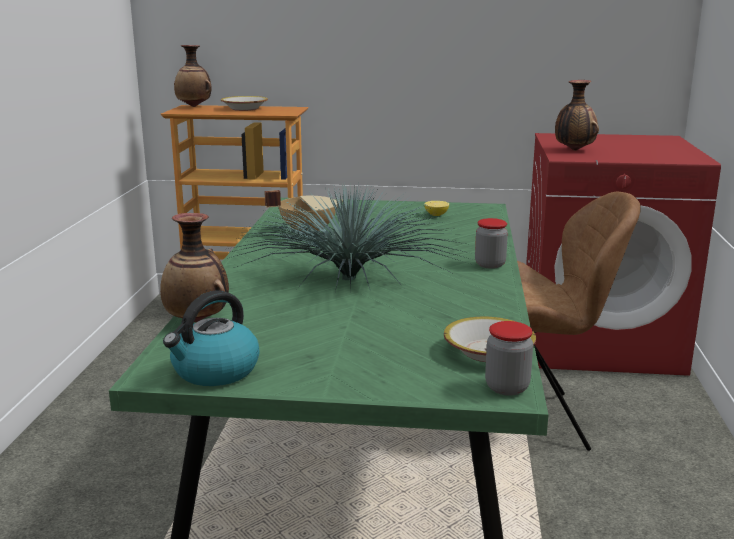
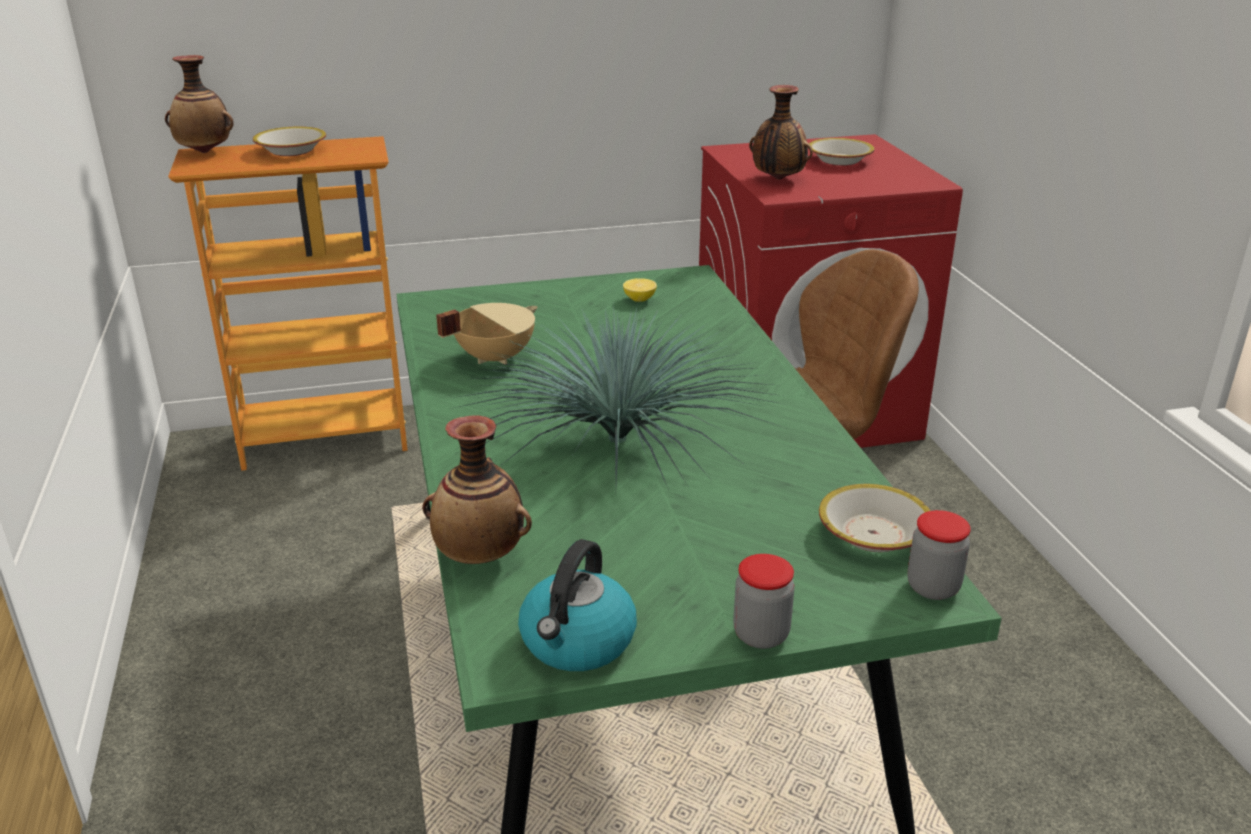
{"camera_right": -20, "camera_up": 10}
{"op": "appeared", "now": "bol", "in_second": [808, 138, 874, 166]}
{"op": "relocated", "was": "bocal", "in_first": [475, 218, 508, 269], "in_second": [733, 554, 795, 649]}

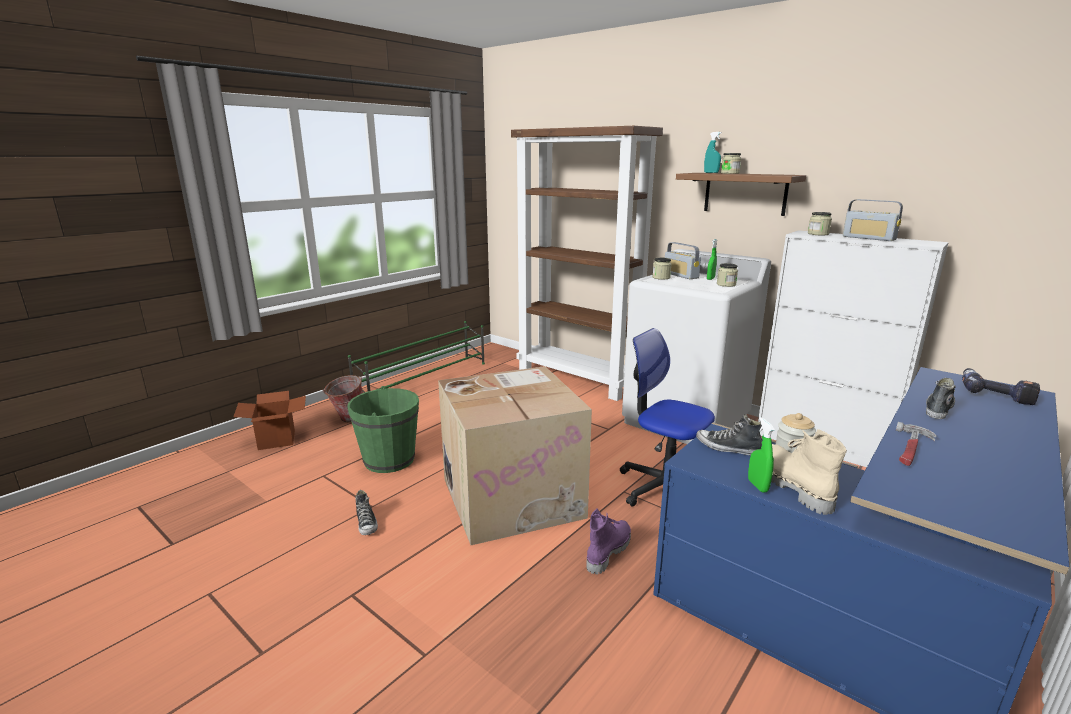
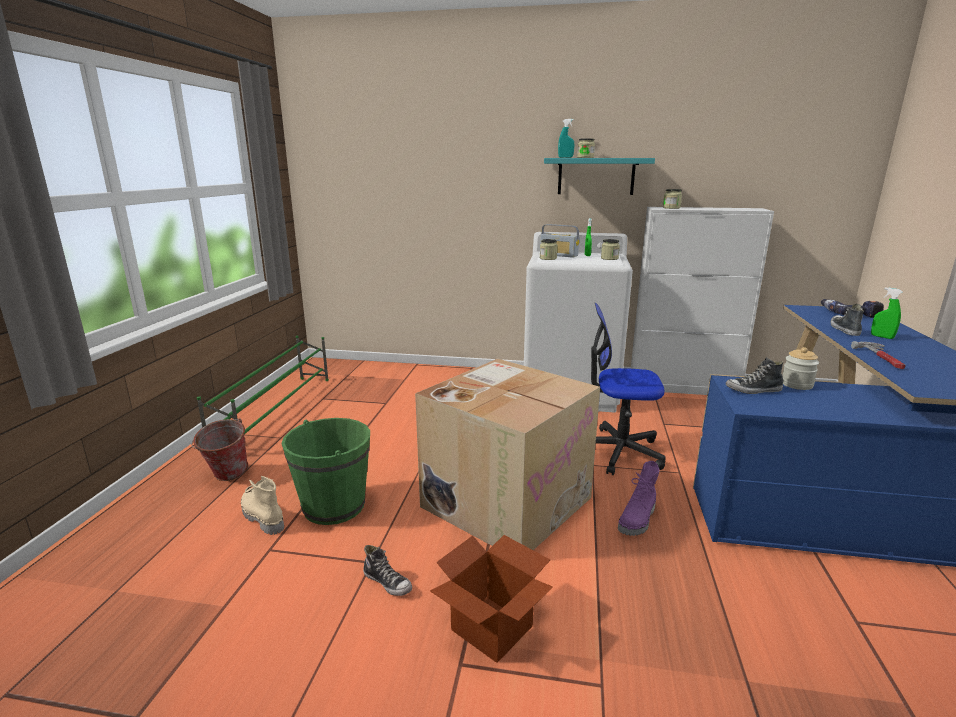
{"camera_right": -30, "camera_up": 0}
{"op": "missing", "was": "bibliothèque [marron]", "in_first": [511, 126, 663, 401]}
{"op": "missing", "was": "radio", "in_first": [843, 199, 903, 241]}
{"op": "relocated", "was": "carton", "in_first": [233, 391, 306, 450], "in_second": [430, 535, 553, 663]}
{"op": "relocated", "was": "vaporisateur [vert]", "in_first": [748, 417, 775, 493], "in_second": [871, 287, 903, 339]}
{"op": "relocated", "was": "botte [beige]", "in_first": [771, 429, 847, 515], "in_second": [241, 476, 284, 535]}
{"op": "colour", "was": "étagère [marron]", "now": "étagère [turquoise]", "in_first": [676, 173, 806, 216], "in_second": [544, 158, 655, 195]}
{"op": "spun", "was": "botte [violet]", "in_first": [586, 508, 631, 574], "in_second": [618, 461, 660, 536], "clockwise": -150}

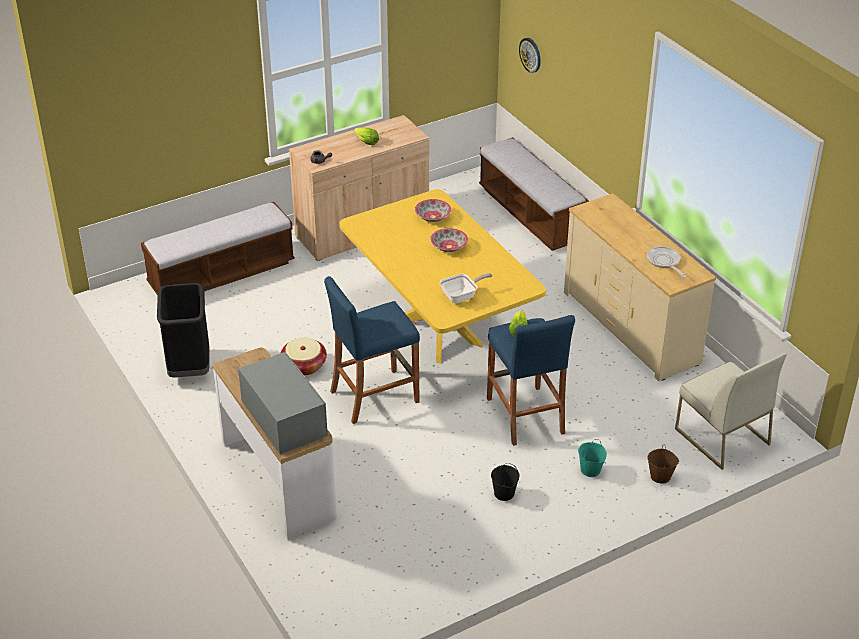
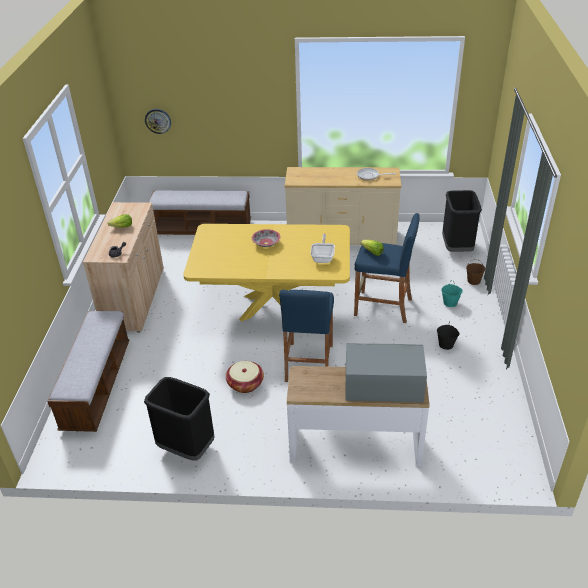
{"camera_right": -55, "camera_up": 0}
{"op": "missing", "was": "bol", "in_first": [415, 199, 451, 222]}
{"op": "exchanged", "was": "chaise [blanc]", "now": "poubelle [noir]", "in_first": [675, 353, 787, 470], "in_second": [442, 190, 482, 252]}

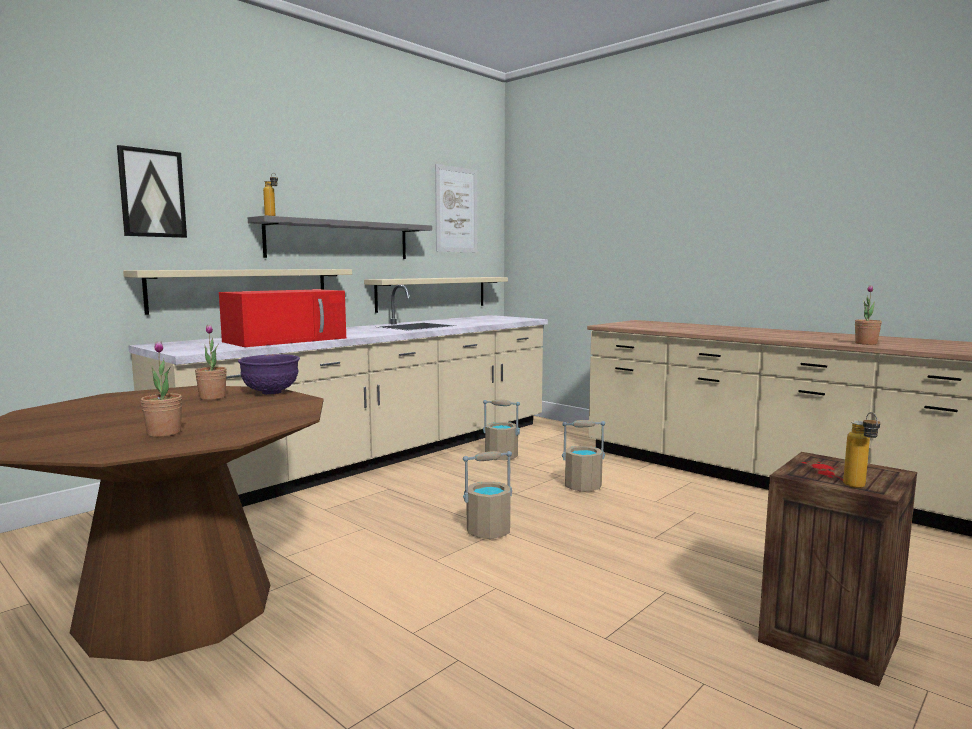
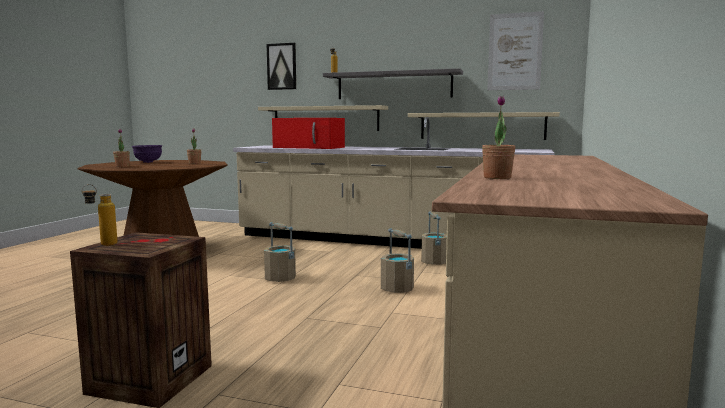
{"camera_right": 65, "camera_up": 0}
{"op": "relocated", "was": "bol [violet]", "in_first": [238, 354, 300, 395], "in_second": [132, 145, 162, 163]}

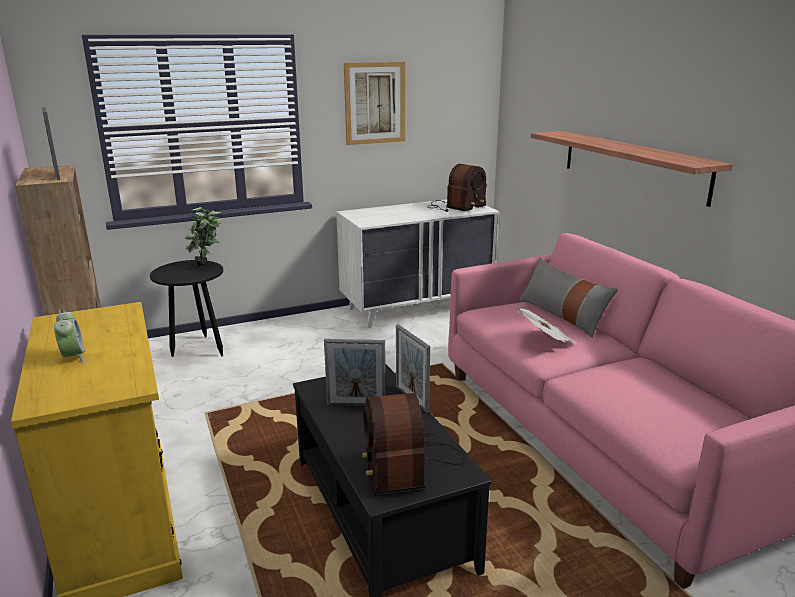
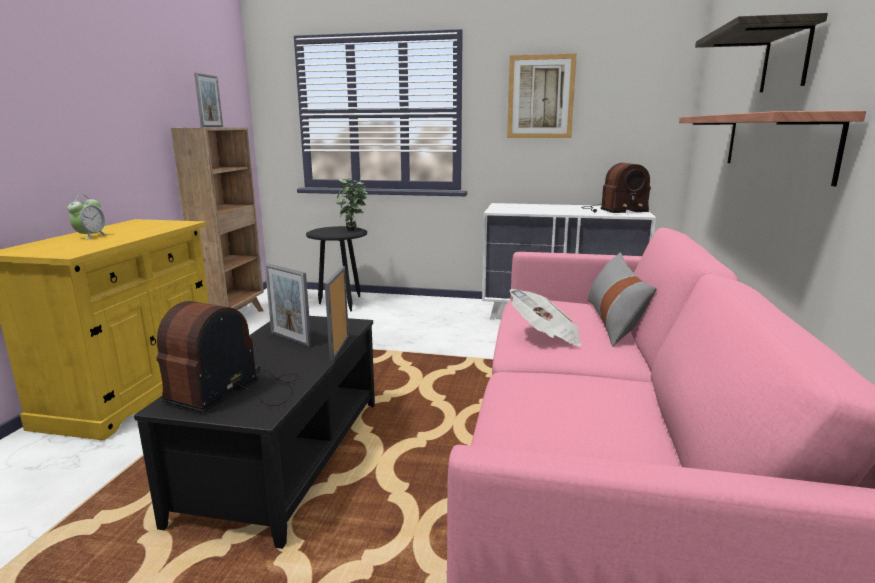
{"camera_right": 35, "camera_up": -5}
{"op": "appeared", "now": "étagère", "in_second": [695, 13, 828, 92]}

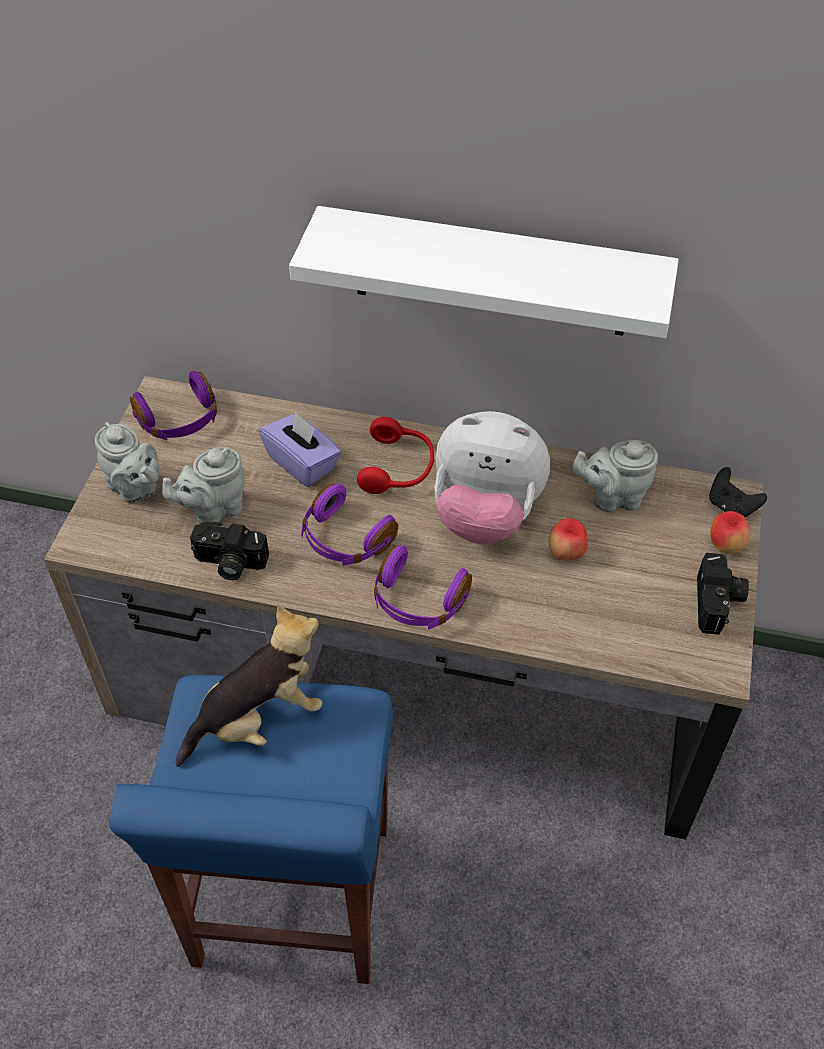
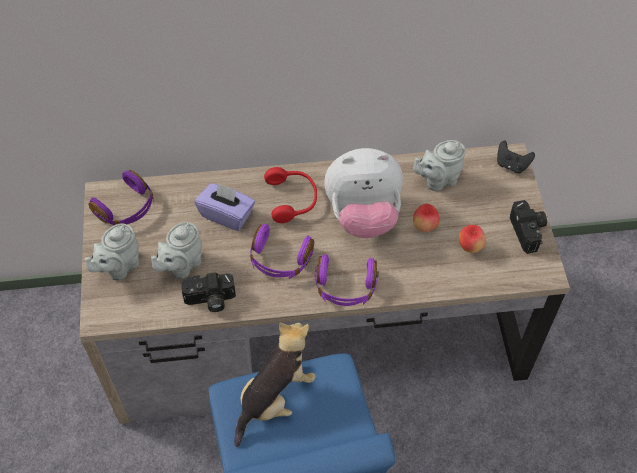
{"camera_right": -20, "camera_up": 5}
{"op": "missing", "was": "étagère [blanc]", "in_first": [289, 206, 679, 338]}
{"op": "relocated", "was": "pomme", "in_first": [710, 511, 750, 554], "in_second": [459, 225, 486, 253]}
{"op": "spun", "was": "théière [gris]", "in_first": [95, 422, 159, 503], "in_second": [85, 223, 139, 280], "clockwise": 105}

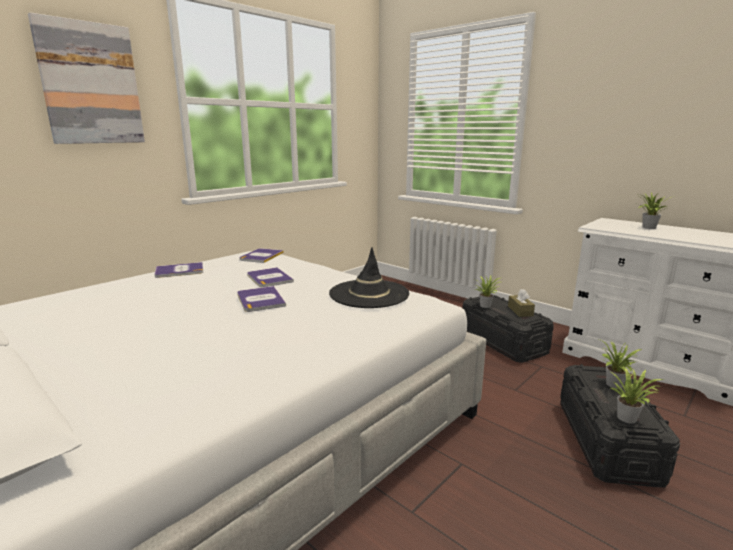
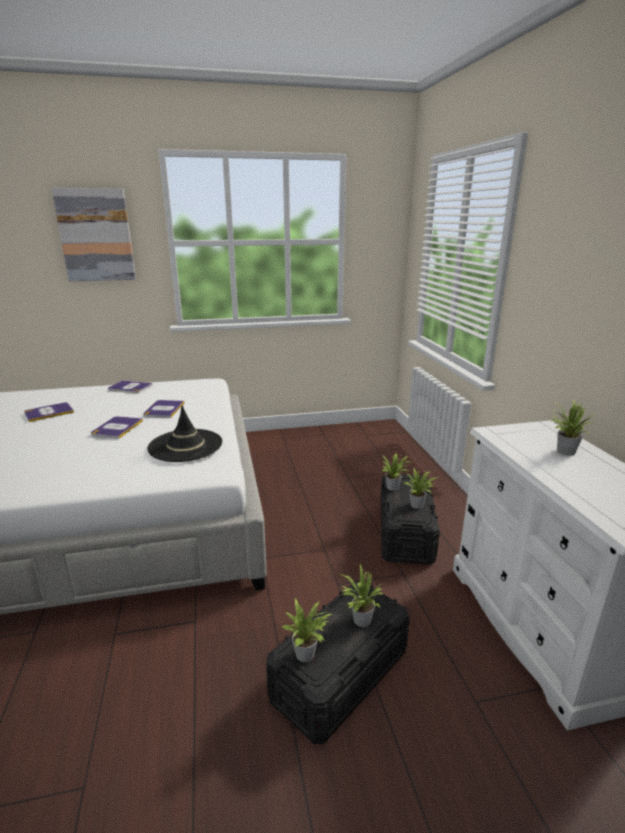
{"camera_right": 35, "camera_up": 5}
{"op": "relocated", "was": "livre", "in_first": [239, 248, 284, 263], "in_second": [24, 402, 74, 422]}
{"op": "exchanged", "was": "boîte à mouchoirs [marron]", "now": "plante en pot", "in_first": [508, 289, 535, 317], "in_second": [404, 468, 435, 509]}

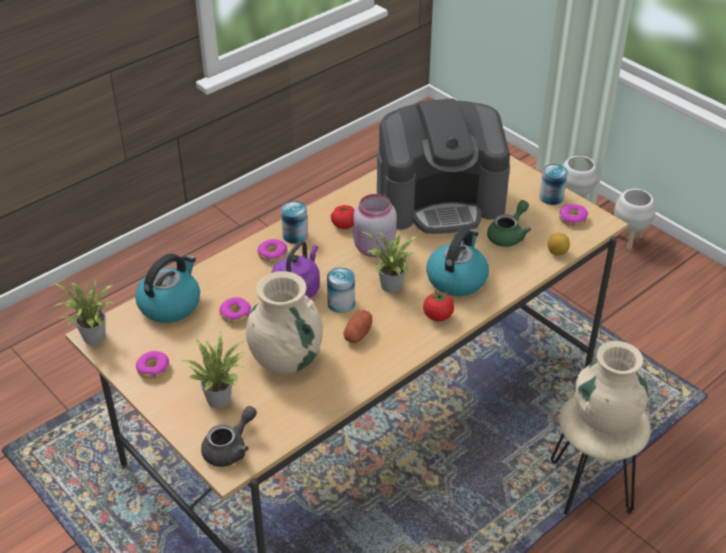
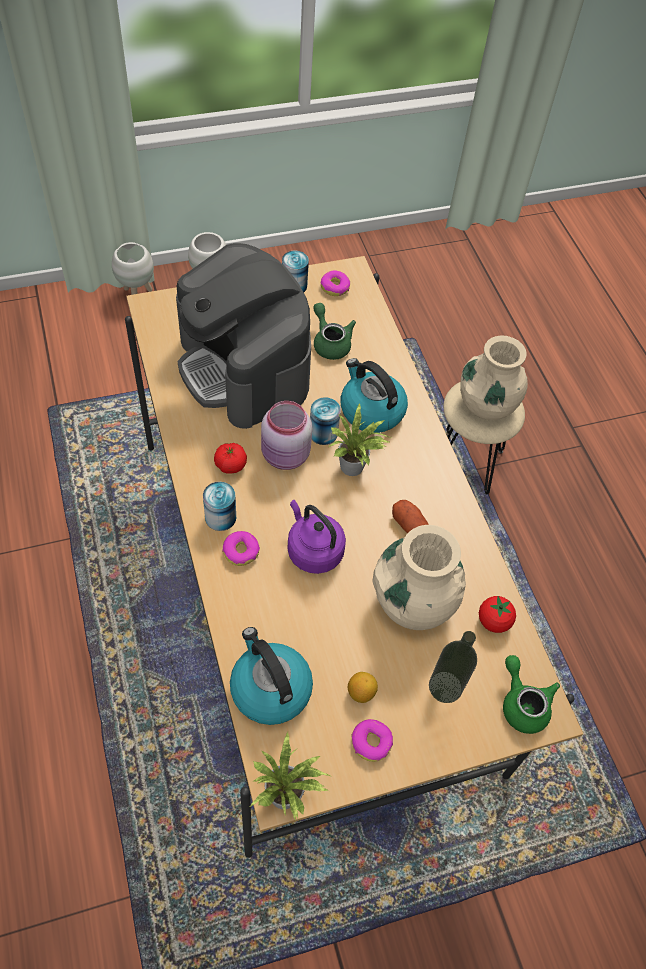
{"camera_right": -70, "camera_up": 15}
{"op": "missing", "was": "beignet", "in_first": [219, 297, 251, 324]}
{"op": "relocated", "was": "boîte métallique", "in_first": [327, 267, 355, 313], "in_second": [310, 397, 341, 445]}
{"op": "relocated", "was": "tomate", "in_first": [423, 290, 454, 321], "in_second": [479, 596, 516, 633]}
{"op": "relocated", "was": "citron", "in_first": [548, 233, 570, 256], "in_second": [348, 672, 378, 703]}
{"op": "exchanged", "was": "plante en pot", "now": "bouteille", "in_first": [181, 330, 244, 408], "in_second": [429, 631, 477, 703]}
{"op": "colour", "was": "théière [gris]", "now": "théière [vert]", "in_first": [201, 406, 257, 467], "in_second": [503, 655, 560, 734]}
{"op": "spun", "was": "machine à café", "in_first": [377, 98, 510, 234], "in_second": [176, 243, 311, 429], "clockwise": 135}

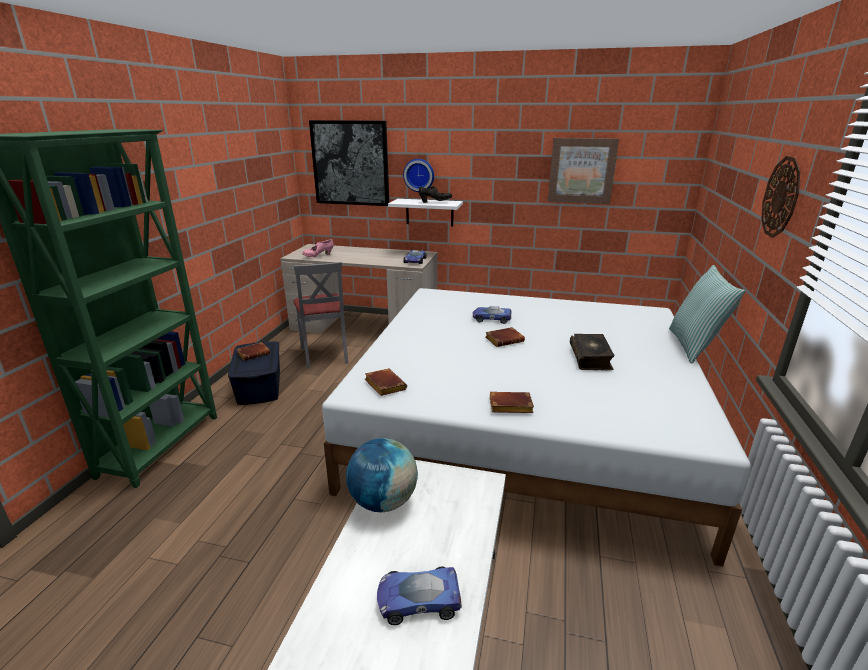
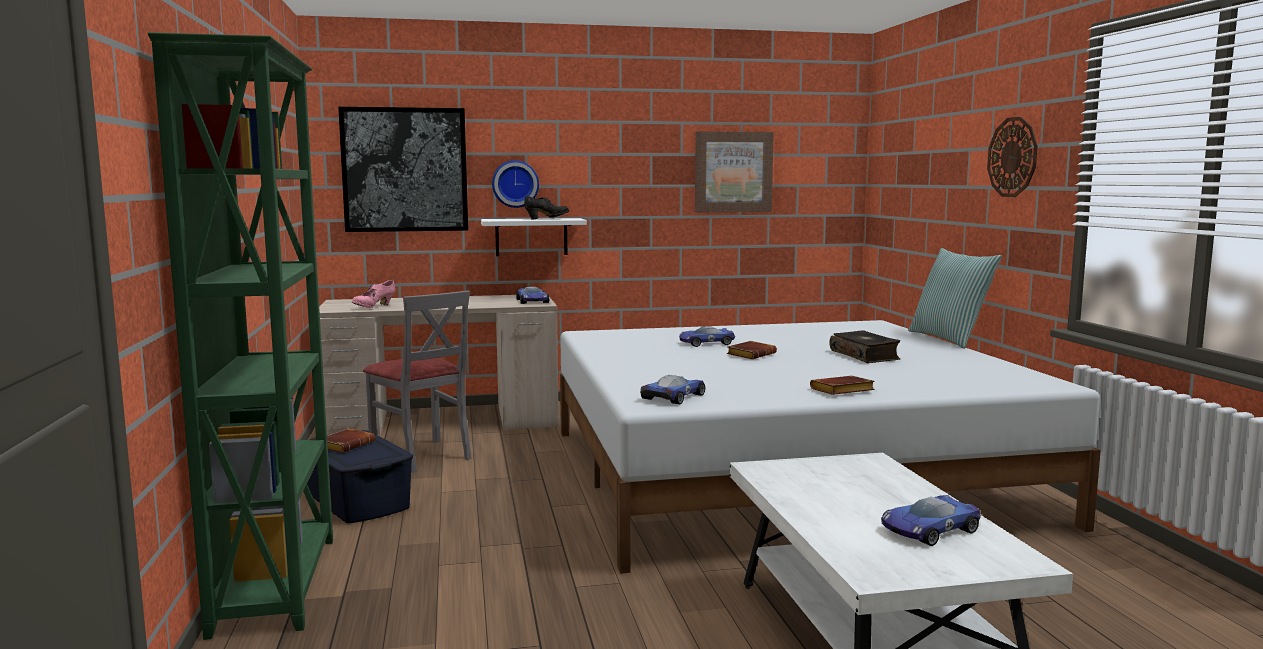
{"camera_right": -25, "camera_up": -15}
{"op": "missing", "was": "globe", "in_first": [346, 438, 418, 512]}
{"op": "exchanged", "was": "livre [marron]", "now": "petite voiture", "in_first": [365, 368, 407, 396], "in_second": [640, 375, 705, 404]}

